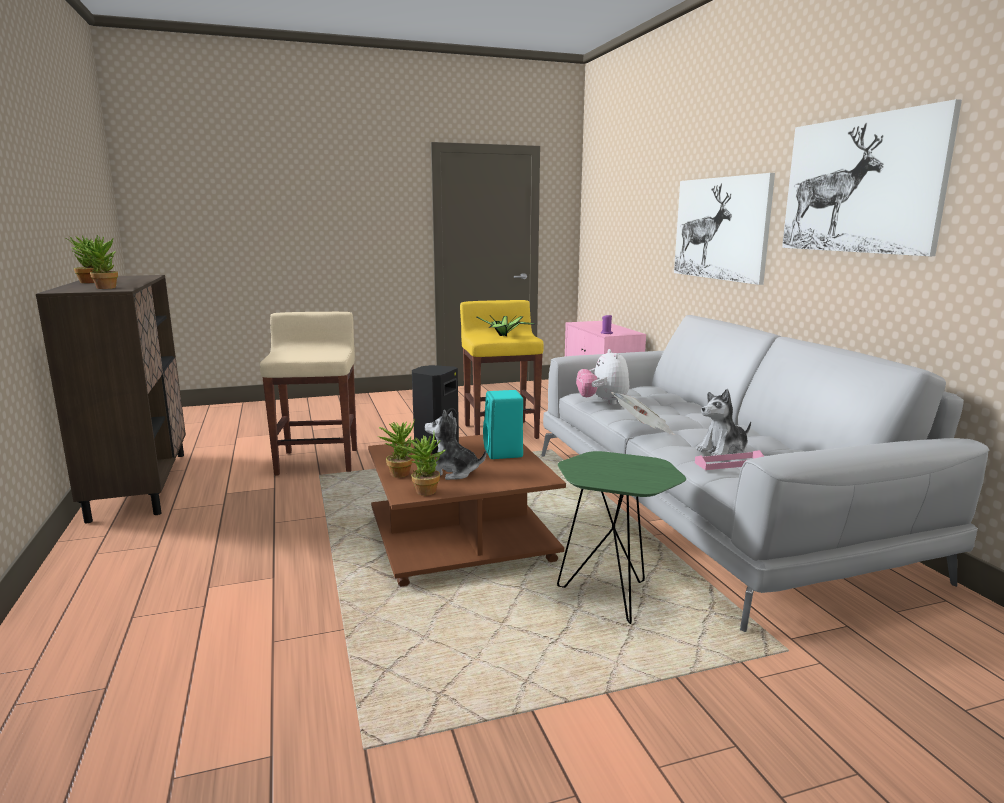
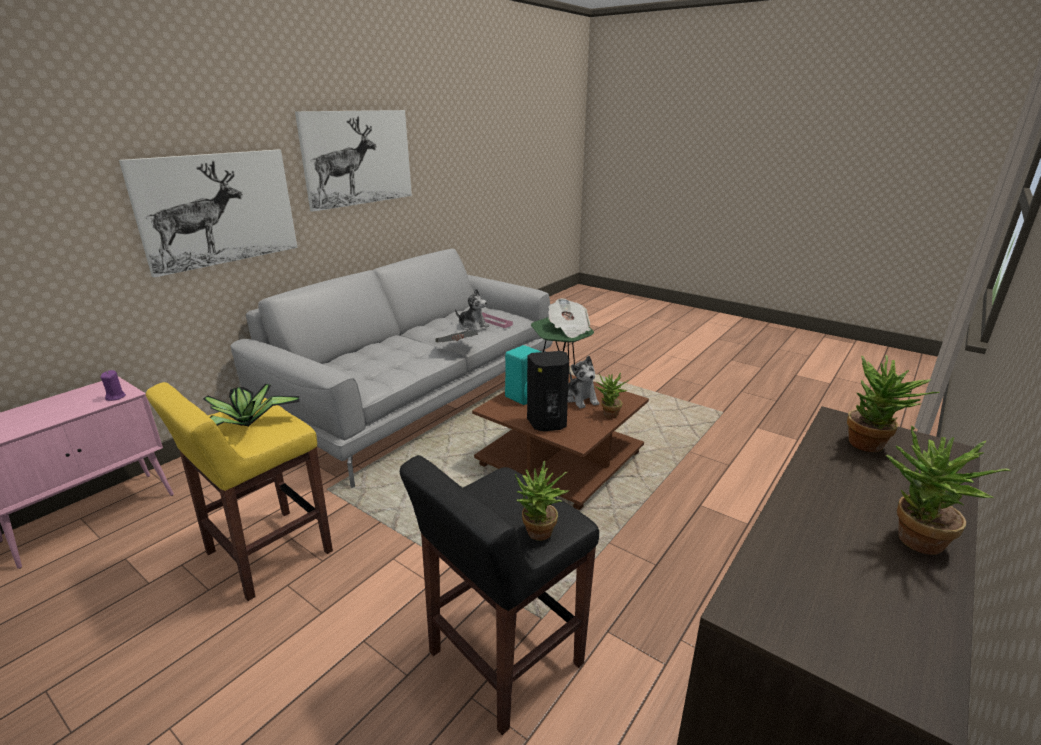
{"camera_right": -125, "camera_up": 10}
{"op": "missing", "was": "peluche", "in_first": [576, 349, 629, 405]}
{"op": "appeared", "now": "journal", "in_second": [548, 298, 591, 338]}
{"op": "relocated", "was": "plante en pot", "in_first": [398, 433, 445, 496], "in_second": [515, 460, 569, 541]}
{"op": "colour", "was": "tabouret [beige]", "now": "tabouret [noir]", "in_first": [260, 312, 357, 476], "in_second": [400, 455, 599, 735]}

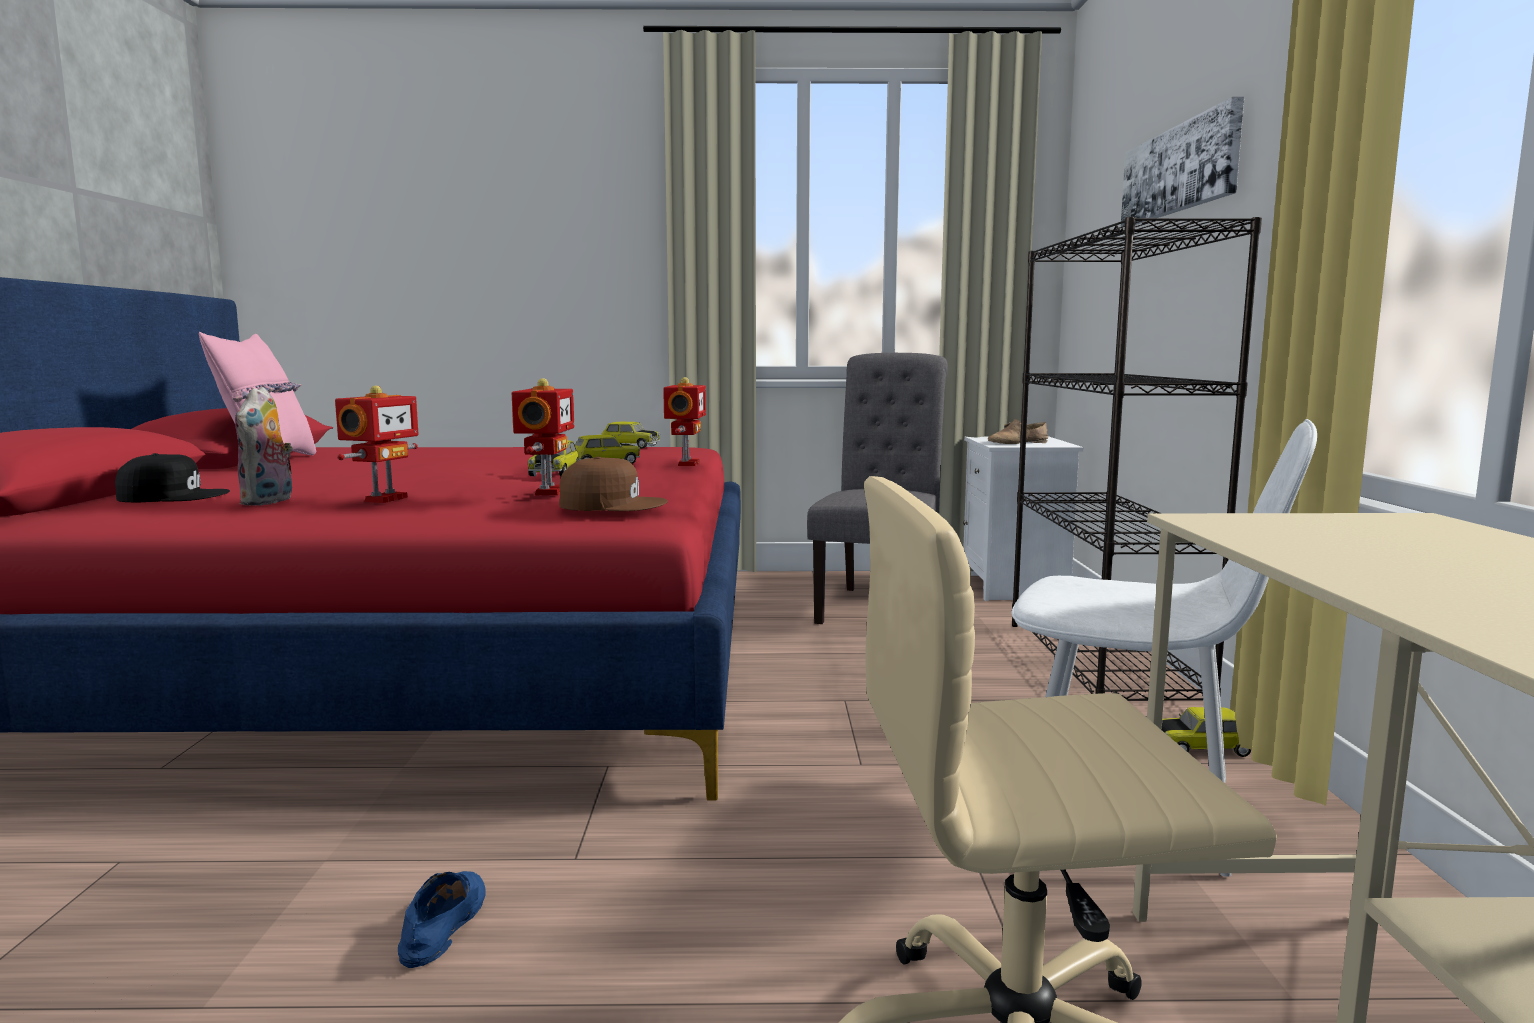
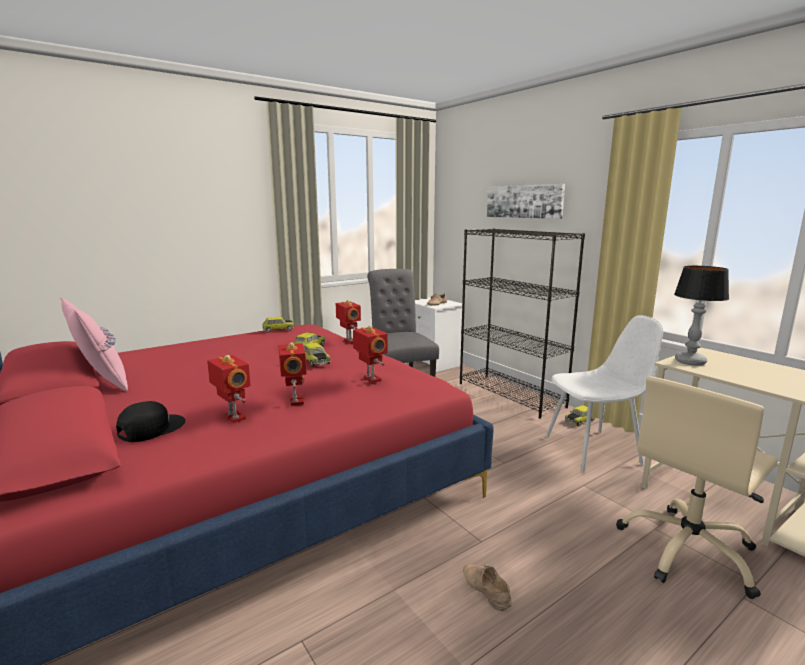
{"camera_right": -35, "camera_up": 5}
{"op": "missing", "was": "casquette [marron]", "in_first": [559, 457, 668, 511]}
{"op": "appeared", "now": "lampe de table", "in_second": [674, 266, 729, 366]}
{"op": "exchanged", "was": "peluche", "now": "robot jouet", "in_first": [235, 387, 293, 506], "in_second": [207, 355, 251, 423]}
{"op": "colour", "was": "chaussure [bleu]", "now": "chaussure [beige]", "in_first": [398, 871, 486, 968], "in_second": [463, 564, 512, 611]}

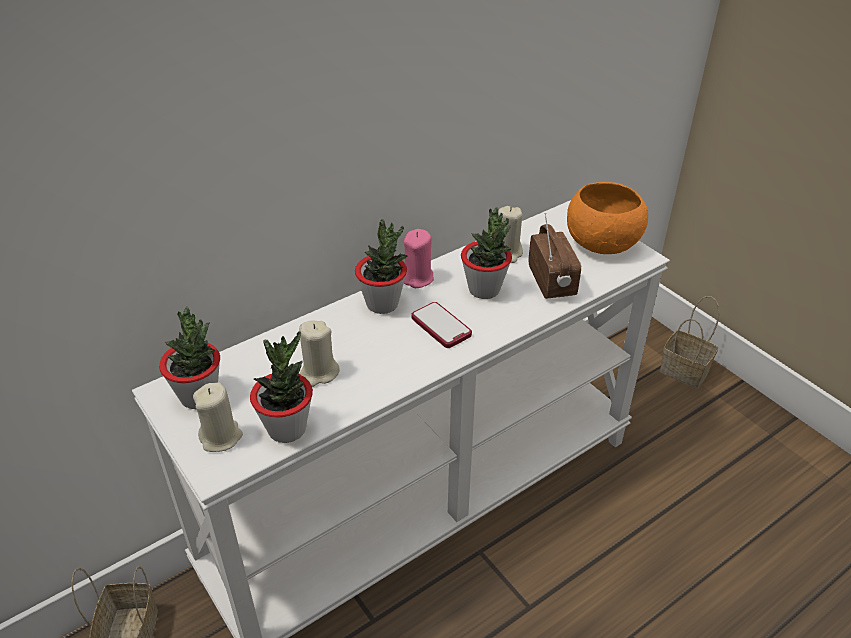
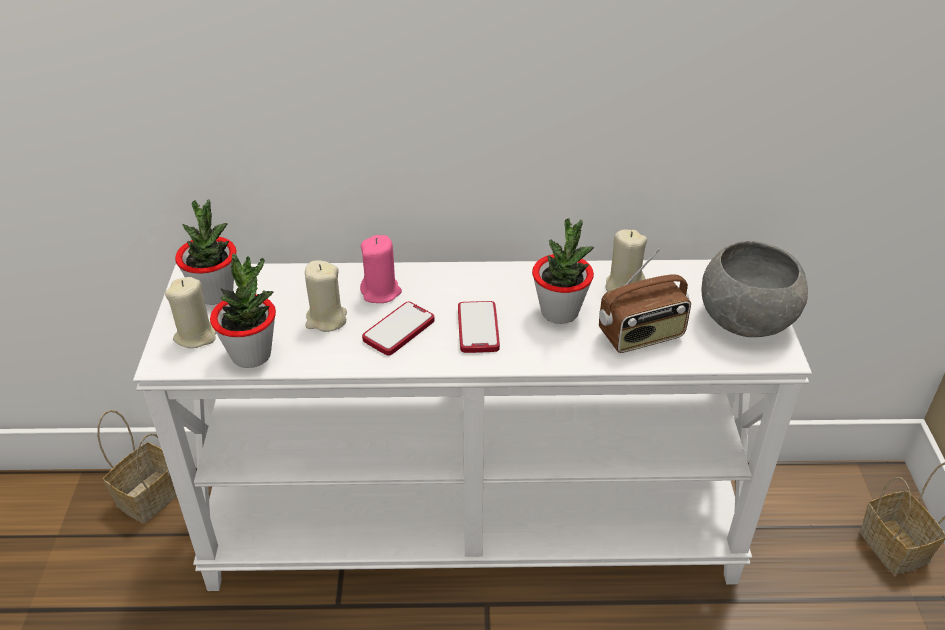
{"camera_right": 35, "camera_up": 0}
{"op": "missing", "was": "plante en pot", "in_first": [355, 219, 408, 314]}
{"op": "appeared", "now": "téléphone", "in_second": [362, 302, 434, 356]}
{"op": "relocated", "was": "bougie [rose]", "in_first": [404, 229, 434, 288], "in_second": [360, 235, 402, 303]}
{"op": "colour", "was": "bol [orange]", "now": "bol [gris]", "in_first": [567, 182, 648, 254], "in_second": [702, 241, 808, 337]}
{"op": "spun", "was": "radio", "in_first": [528, 213, 582, 299], "in_second": [599, 249, 691, 353], "clockwise": 45}

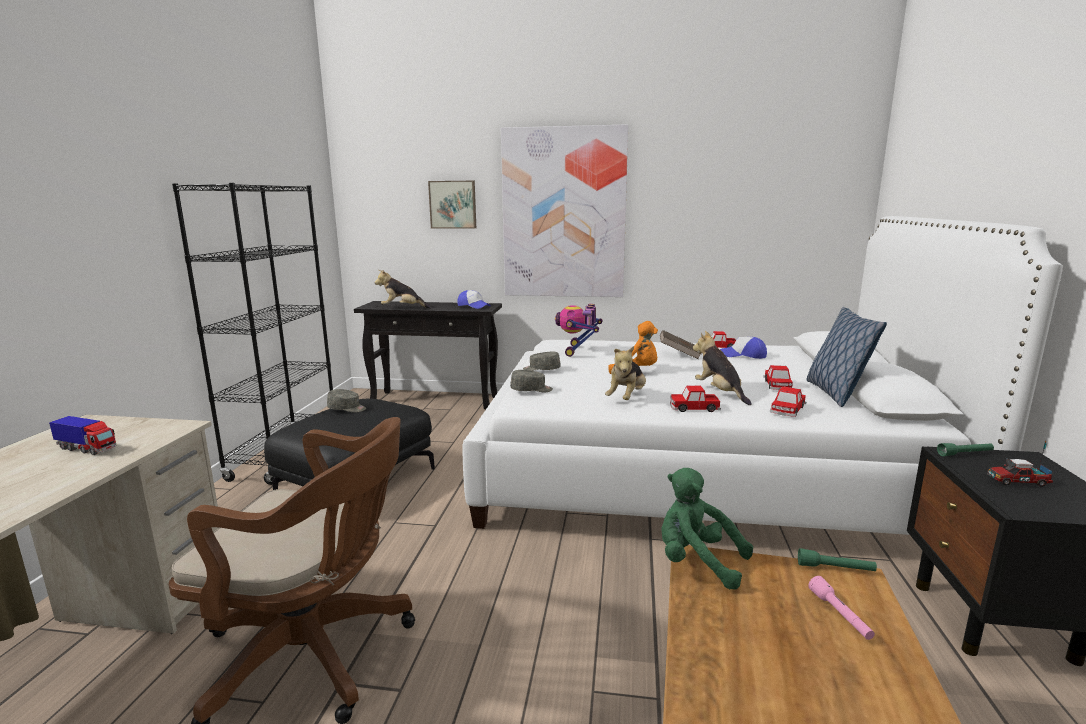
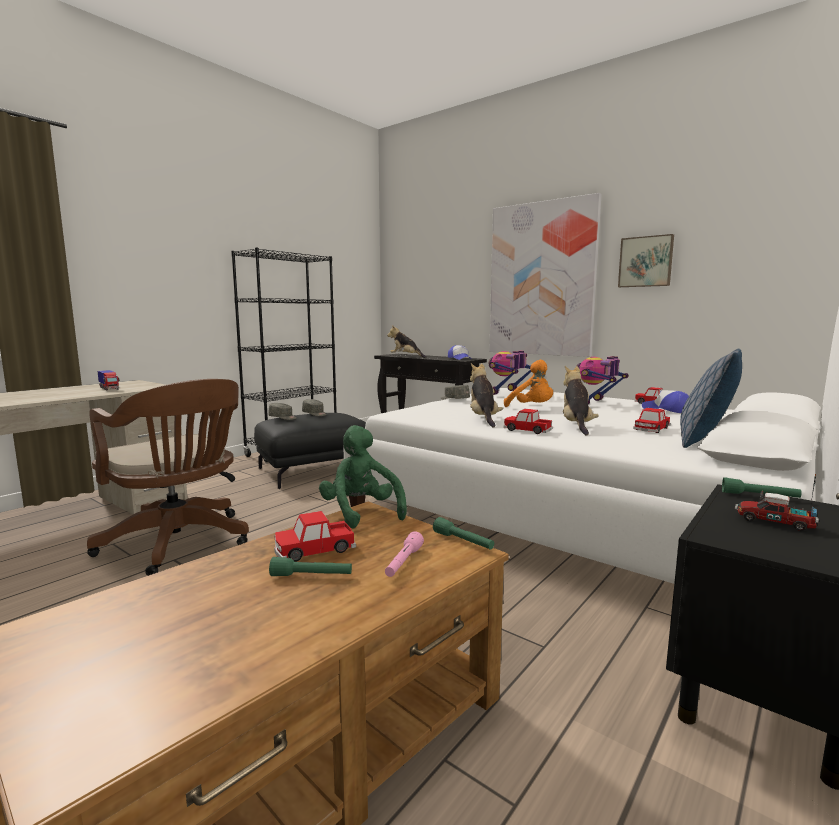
{"camera_right": 30, "camera_up": -5}
{"op": "appeared", "now": "lampe de poche [vert]", "in_second": [269, 557, 352, 576]}
{"op": "relocated", "was": "tableau", "in_first": [428, 181, 476, 228], "in_second": [618, 234, 674, 287]}
{"op": "relocated", "was": "casquette [gris]", "in_first": [510, 370, 553, 393], "in_second": [268, 403, 297, 420]}
{"op": "relocated", "was": "petite voiture", "in_first": [770, 386, 807, 417], "in_second": [274, 511, 356, 562]}
{"op": "exchanged", "was": "livre [marron]", "now": "robot jouet", "in_first": [660, 330, 700, 359], "in_second": [577, 356, 629, 404]}
{"op": "spun", "was": "peluche", "in_first": [605, 346, 646, 400], "in_second": [470, 363, 503, 427], "clockwise": 120}

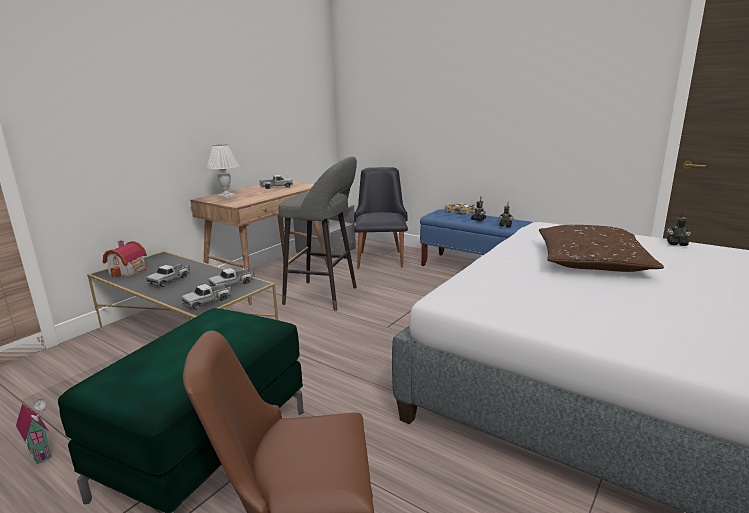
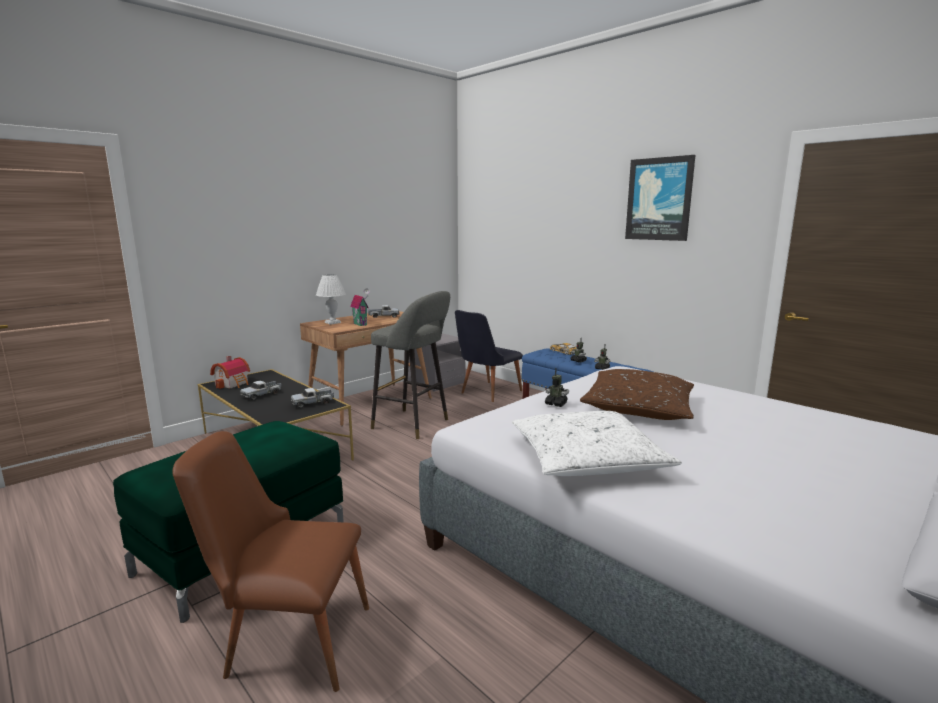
{"camera_right": 10, "camera_up": -5}
{"op": "missing", "was": "camion jouet", "in_first": [181, 283, 232, 310]}
{"op": "appeared", "now": "coussin [blanc]", "in_second": [512, 411, 682, 476]}
{"op": "appeared", "now": "tableau", "in_second": [625, 155, 695, 241]}
{"op": "relocated", "was": "maison miniature", "in_first": [16, 399, 51, 464], "in_second": [350, 288, 370, 326]}
{"op": "relocated", "was": "robot jouet", "in_first": [667, 210, 691, 246], "in_second": [545, 368, 569, 407]}
{"op": "spun", "was": "chaise [noir]", "in_first": [354, 167, 408, 268], "in_second": [455, 310, 523, 402], "clockwise": -150}

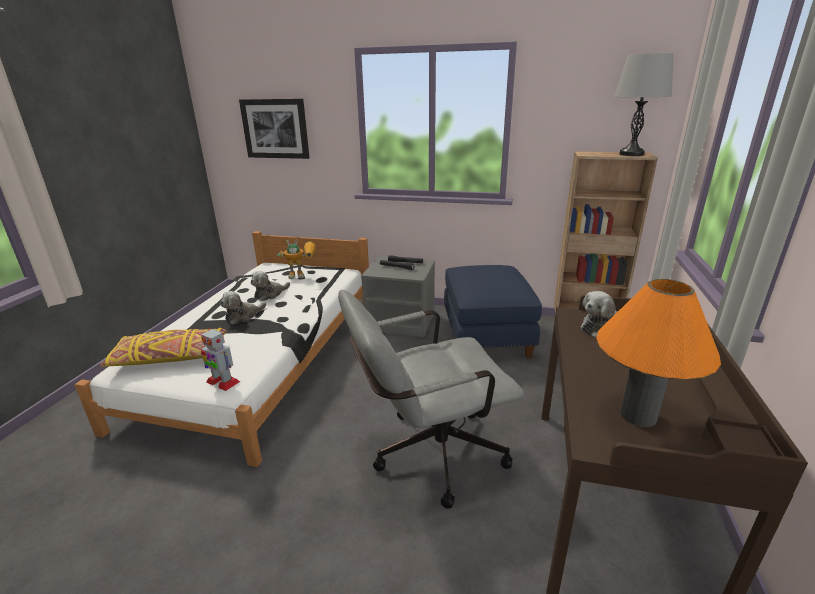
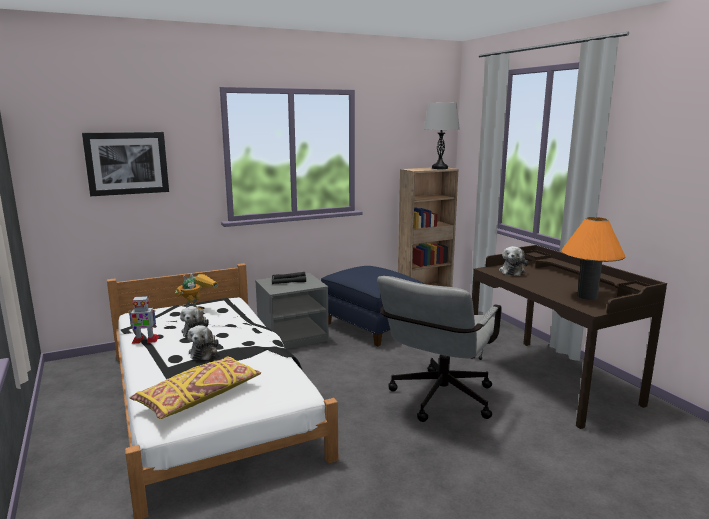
{"camera_right": -40, "camera_up": -10}
{"op": "relocated", "was": "robot jouet", "in_first": [201, 328, 240, 391], "in_second": [128, 295, 159, 344]}

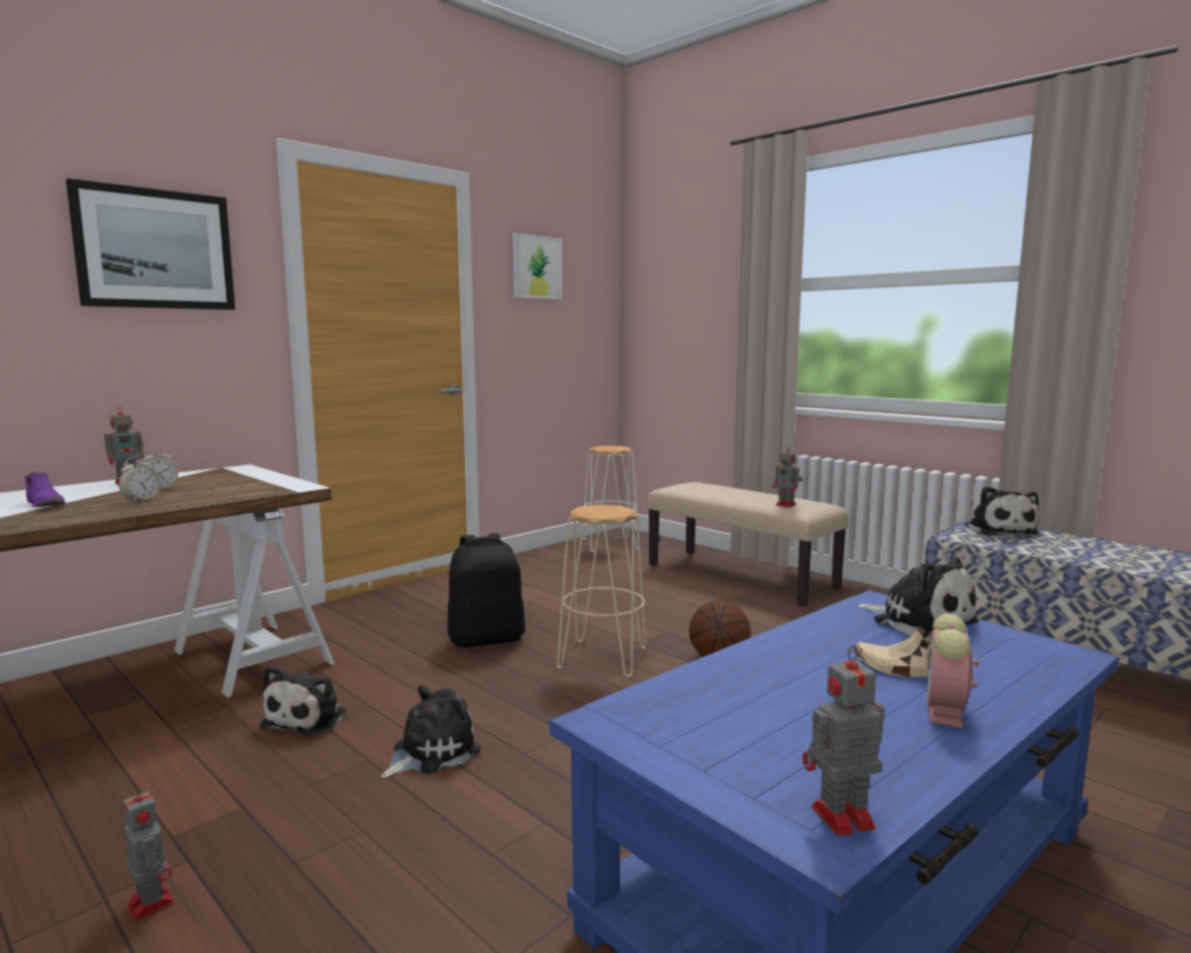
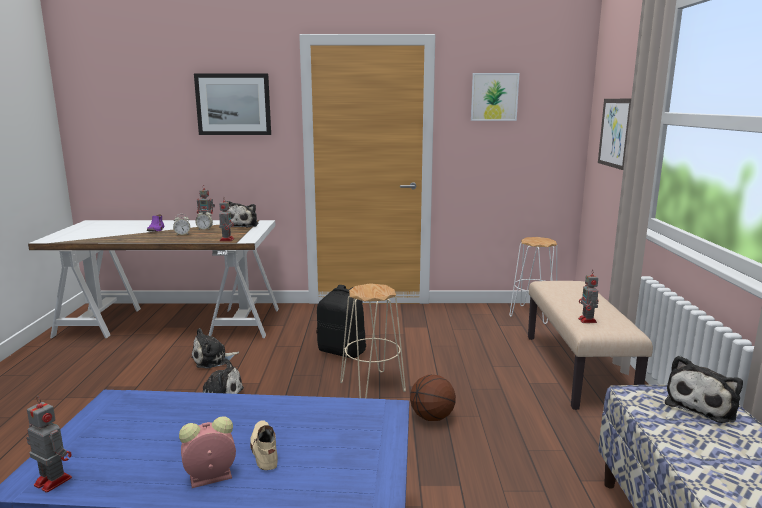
{"camera_right": 45, "camera_up": 5}
{"op": "appeared", "now": "tableau", "in_second": [598, 99, 631, 170]}
{"op": "relocated", "was": "robot jouet", "in_first": [123, 785, 175, 921], "in_second": [219, 197, 234, 241]}
{"op": "relocated", "was": "peluche", "in_first": [856, 557, 979, 636], "in_second": [225, 201, 258, 227]}

